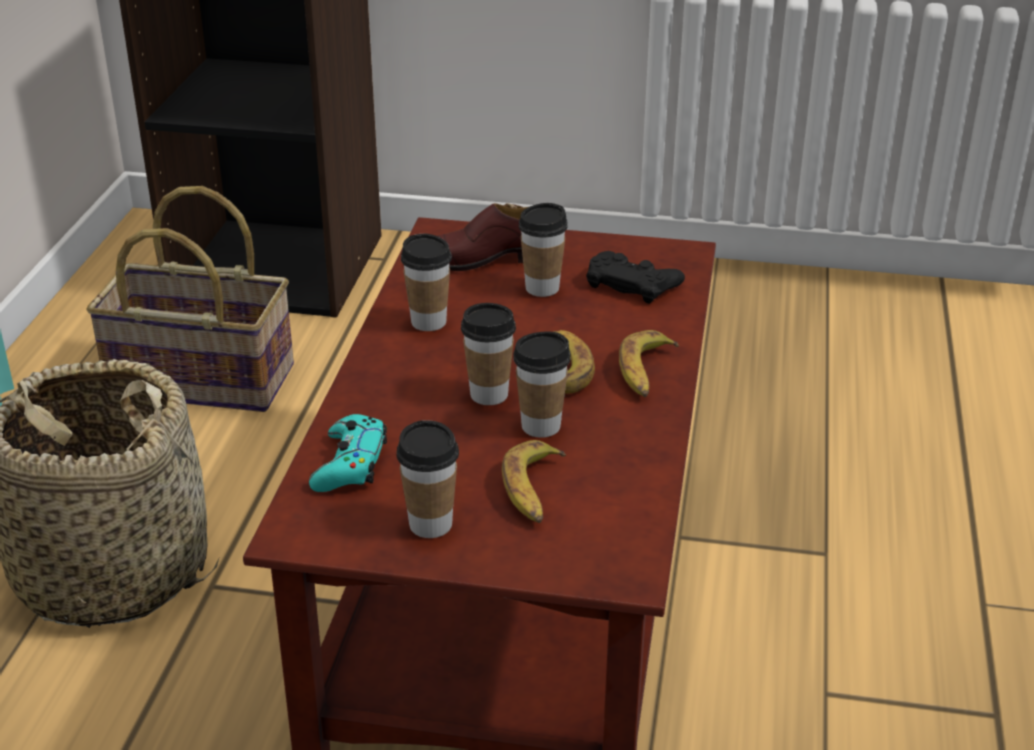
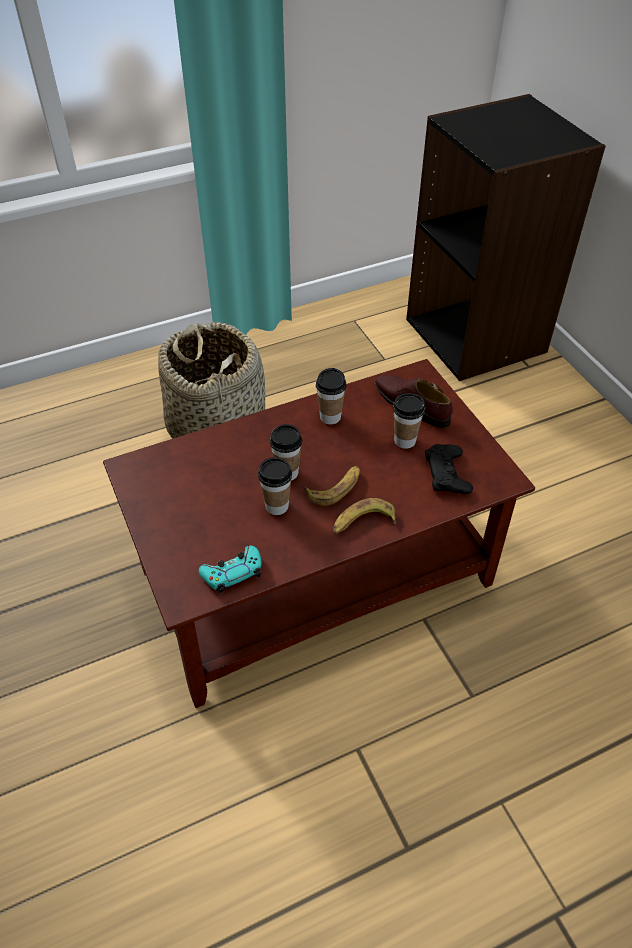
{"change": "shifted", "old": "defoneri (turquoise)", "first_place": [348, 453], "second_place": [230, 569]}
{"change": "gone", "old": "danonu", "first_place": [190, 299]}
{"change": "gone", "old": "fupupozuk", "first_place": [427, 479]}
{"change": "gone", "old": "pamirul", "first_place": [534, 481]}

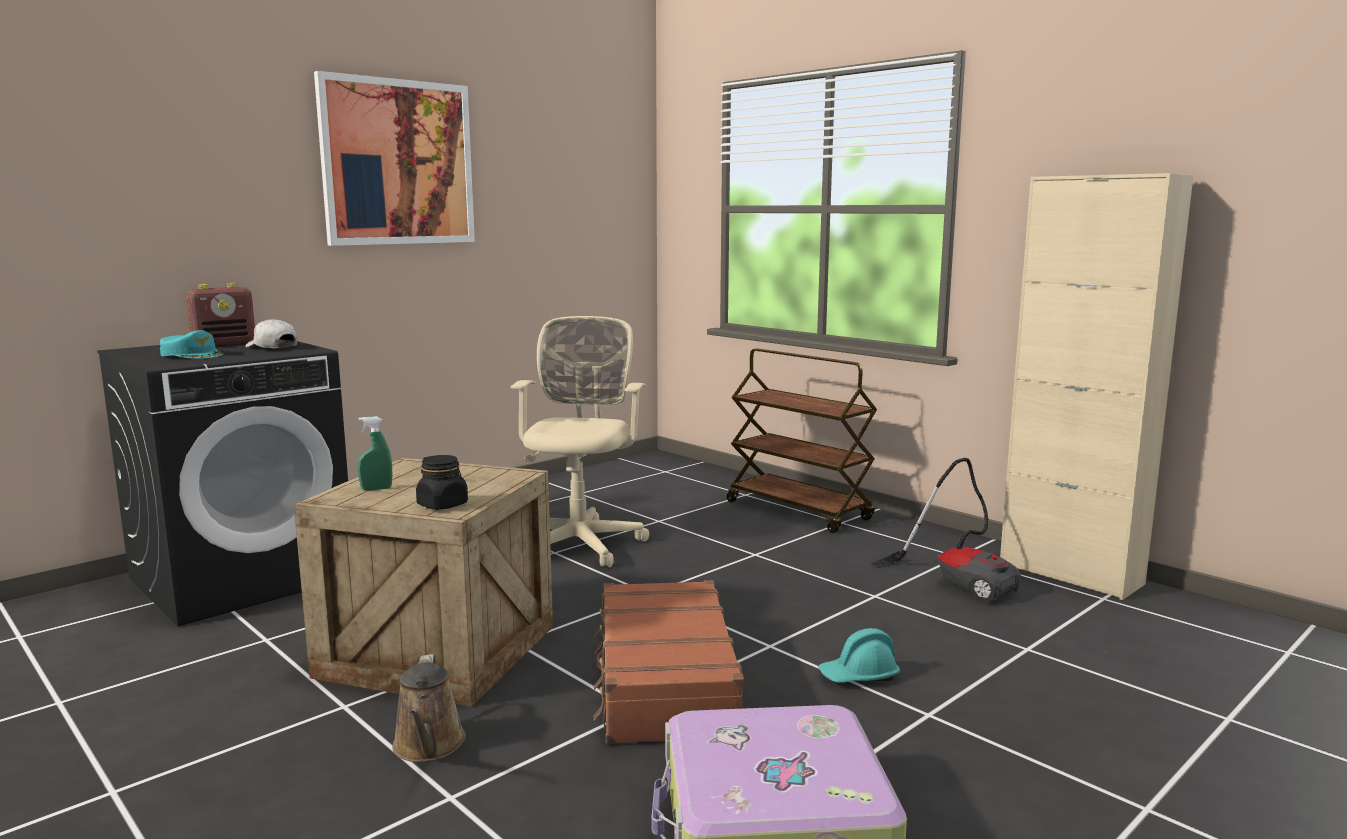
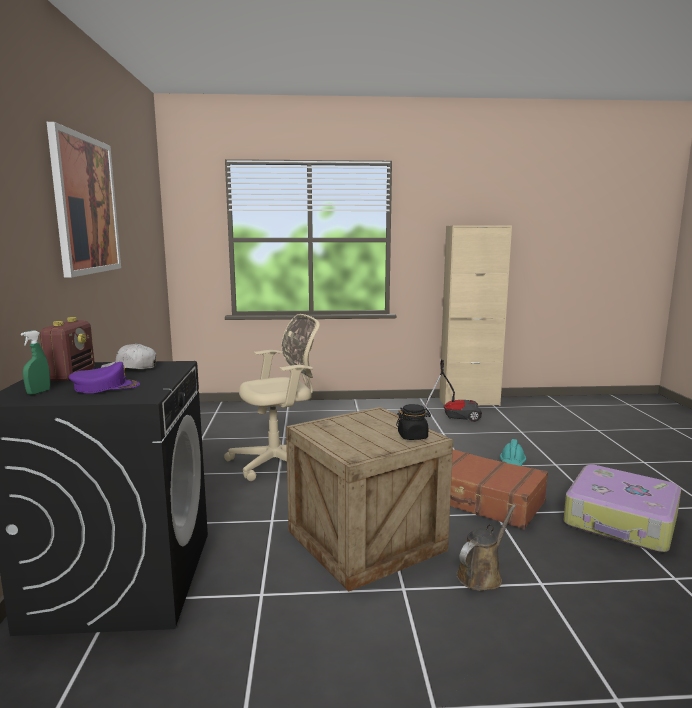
{"change": "shifted", "old": "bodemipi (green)", "first_place": [374, 453], "second_place": [35, 362]}
{"change": "repainted", "old": "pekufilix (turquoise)", "new": "pekufilix (purple)", "first_place": [192, 344], "second_place": [104, 377]}
{"change": "rotated", "old": "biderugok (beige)", "first_place": [580, 441], "second_place": [272, 397], "degrees": 105}
{"change": "rotated", "old": "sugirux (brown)", "first_place": [429, 708], "second_place": [486, 547], "degrees": -75}
{"change": "gone", "old": "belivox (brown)", "first_place": [802, 440]}

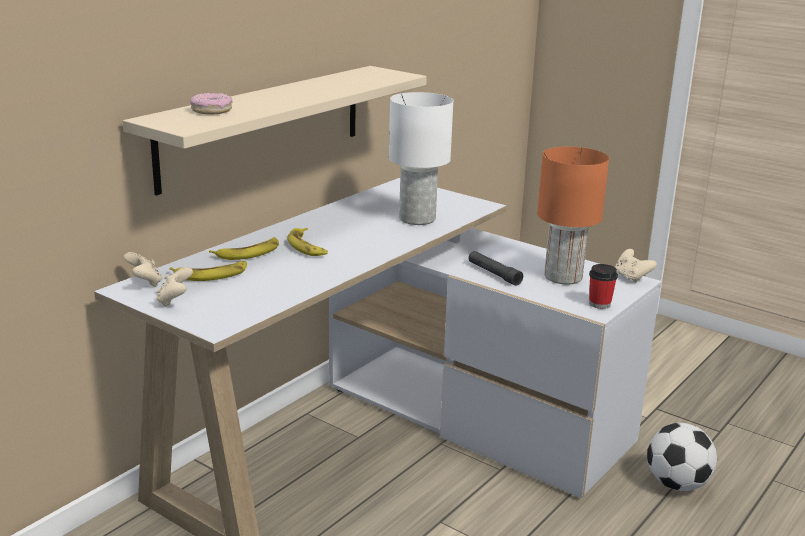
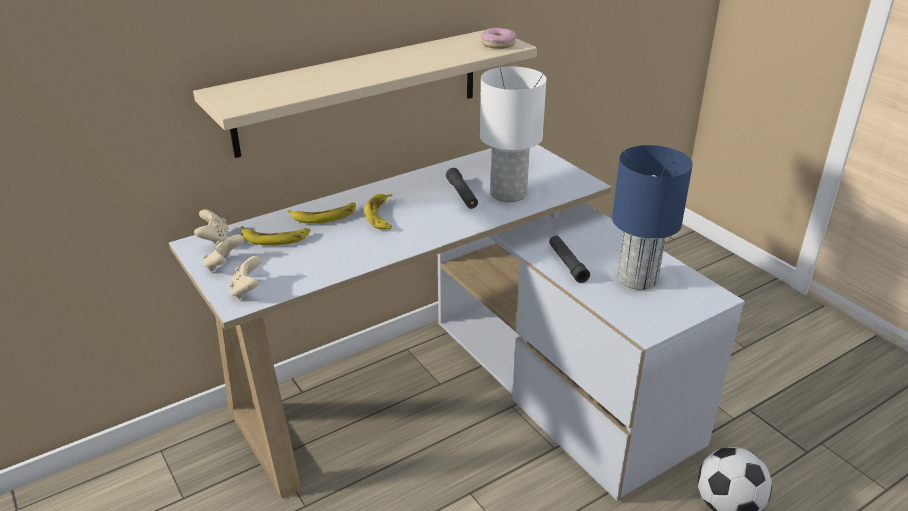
{"change": "shifted", "old": "defoneri (beige)", "first_place": [636, 266], "second_place": [246, 277]}
{"change": "new", "new": "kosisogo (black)", "second_place": [462, 188]}
{"change": "shifted", "old": "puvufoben", "first_place": [211, 103], "second_place": [499, 38]}
{"change": "repainted", "old": "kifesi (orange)", "new": "kifesi (blue)", "first_place": [573, 215], "second_place": [652, 217]}
{"change": "gone", "old": "fupupozuk", "first_place": [603, 286]}

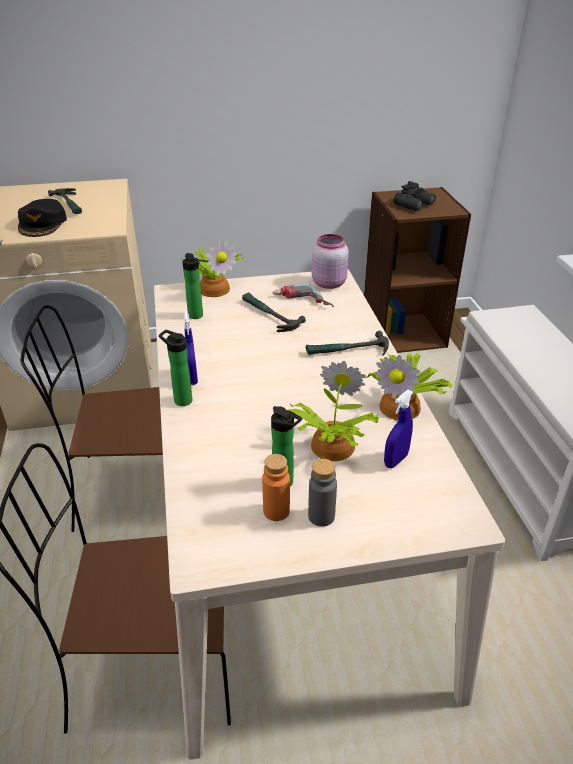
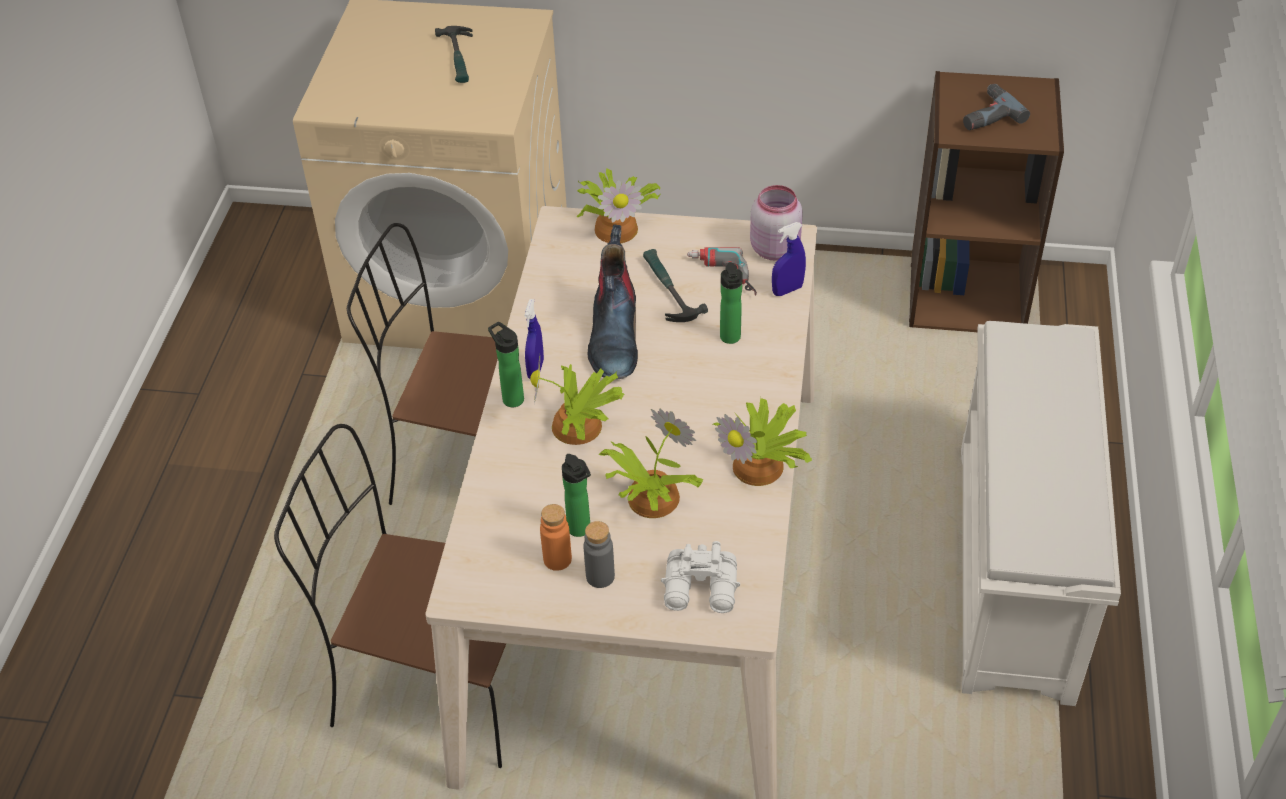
{"change": "new", "new": "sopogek", "second_place": [577, 402]}
{"change": "new", "new": "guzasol", "second_place": [613, 302]}
{"change": "new", "new": "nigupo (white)", "second_place": [700, 577]}
{"change": "shifted", "old": "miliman", "first_place": [192, 286], "second_place": [731, 303]}
{"change": "shifted", "old": "bodemipi (blue)", "first_place": [398, 429], "second_place": [789, 259]}
{"change": "swapped", "old": "nigupo (black)", "new": "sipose", "first_place": [414, 196], "second_place": [996, 107]}
{"change": "gone", "old": "pekufilix (black)", "first_place": [42, 218]}
{"change": "gone", "old": "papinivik", "first_place": [347, 343]}

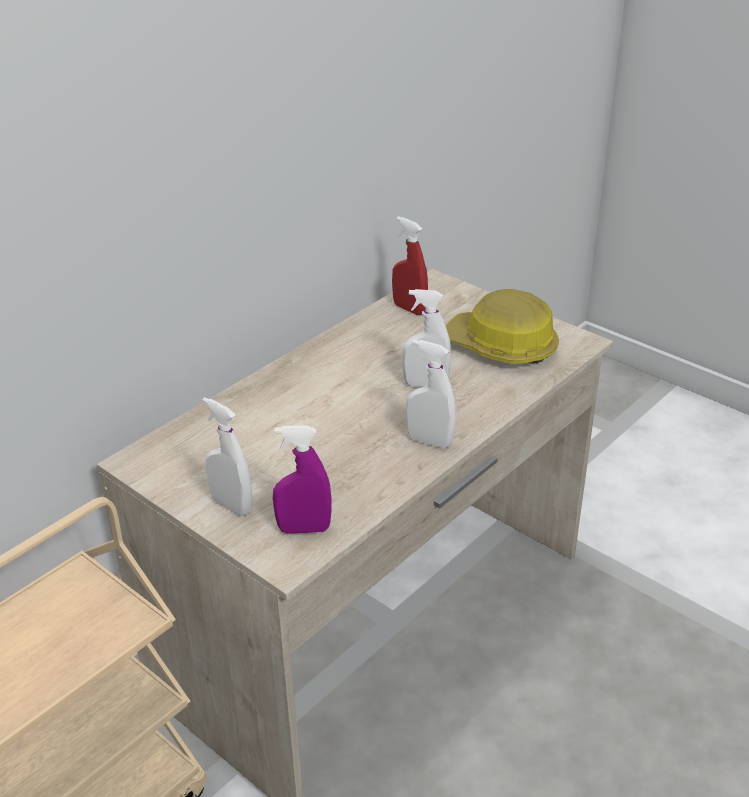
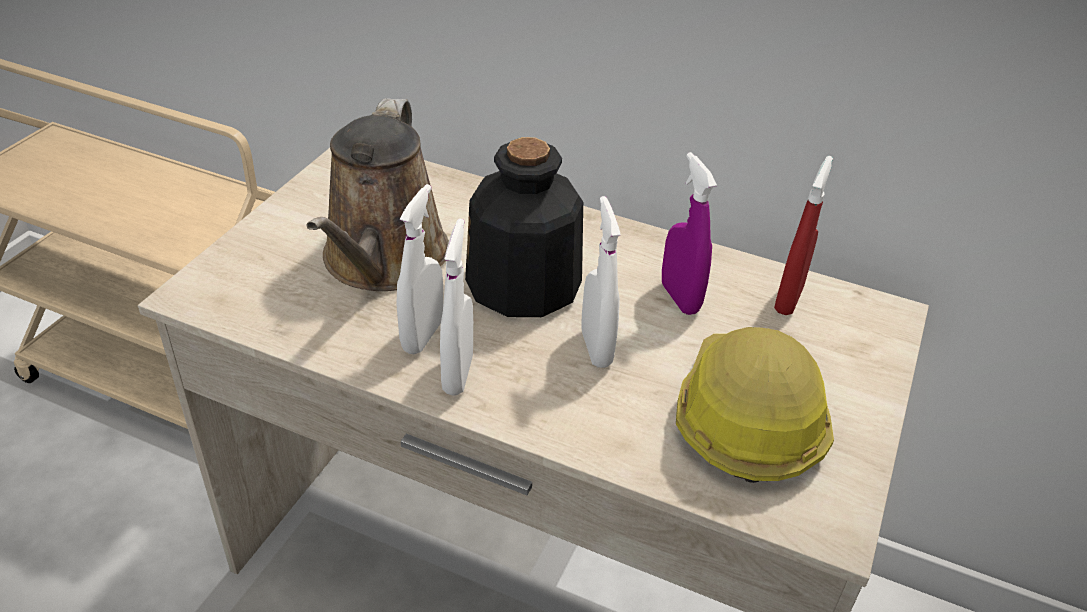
{"change": "new", "new": "sugirux (brown)", "second_place": [378, 194]}
{"change": "shifted", "old": "bodemipi (white)", "first_place": [227, 456], "second_place": [419, 269]}
{"change": "new", "new": "miliman", "second_place": [524, 227]}
{"change": "shifted", "old": "bodemipi (purple)", "first_place": [302, 479], "second_place": [689, 233]}

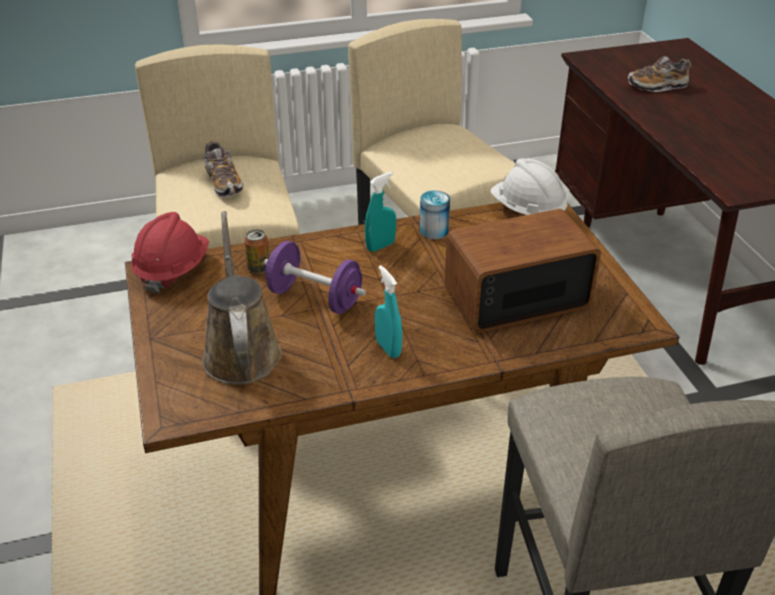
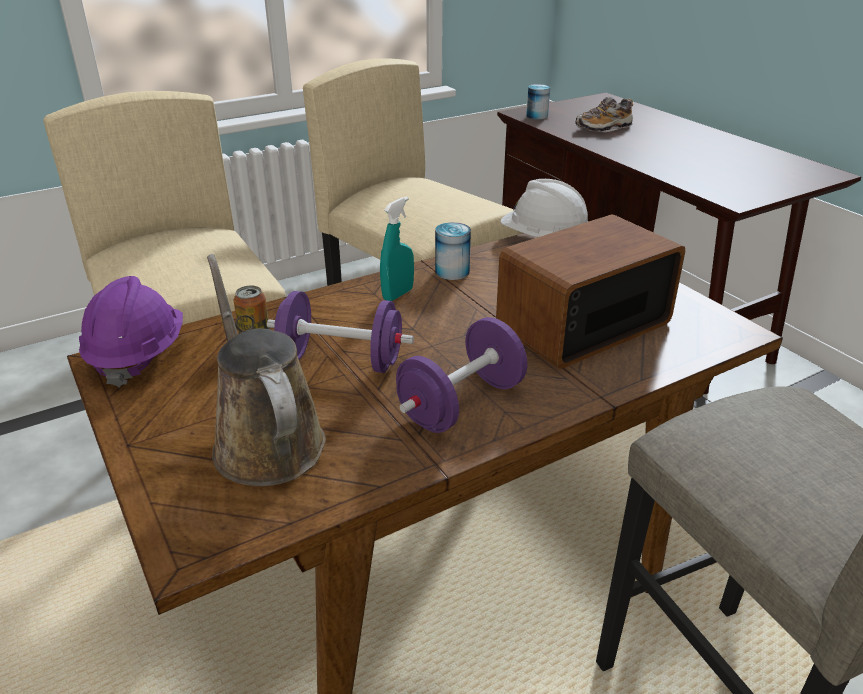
{"change": "repainted", "old": "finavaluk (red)", "new": "finavaluk (purple)", "first_place": [170, 253], "second_place": [131, 331]}
{"change": "swapped", "old": "bodemipi (turquoise)", "new": "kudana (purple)", "first_place": [388, 311], "second_place": [461, 375]}
{"change": "new", "new": "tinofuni", "second_place": [538, 102]}
{"change": "gone", "old": "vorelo", "first_place": [223, 169]}

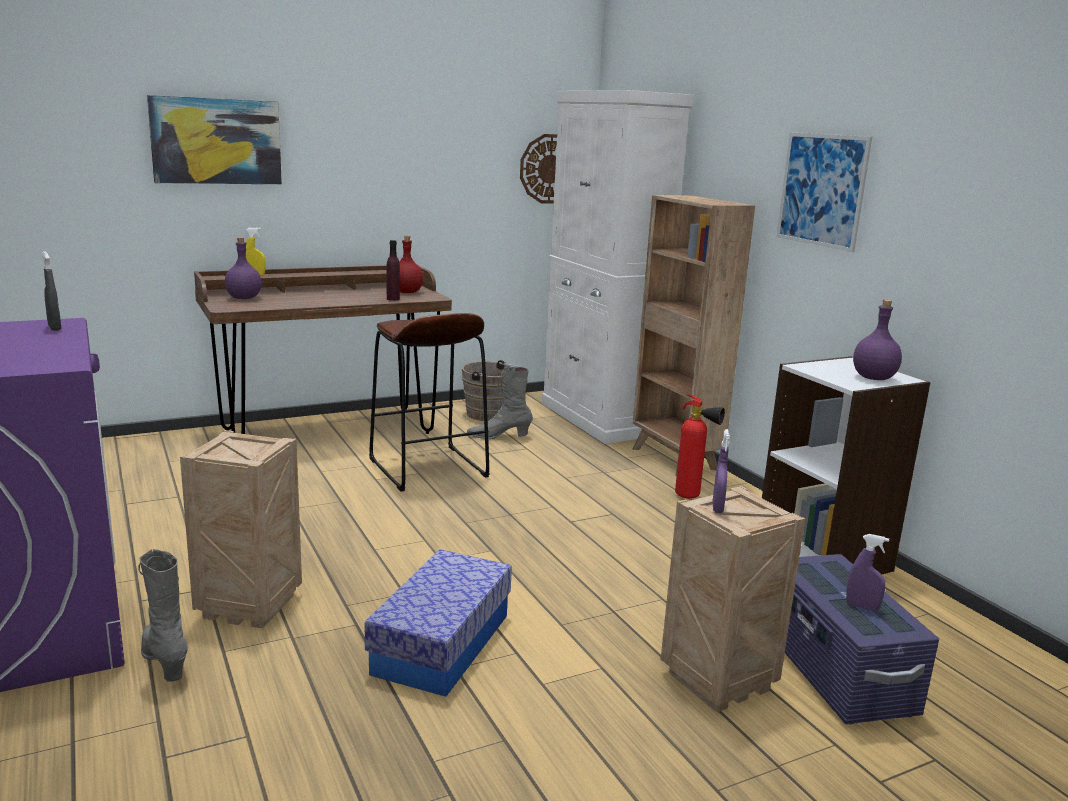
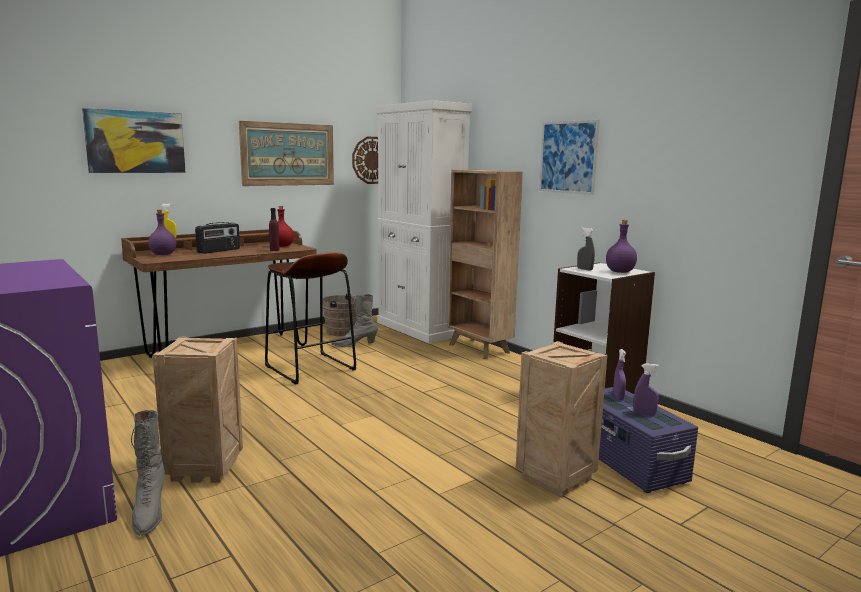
{"change": "rotated", "old": "guzasol (grey)", "first_place": [163, 615], "second_place": [148, 473], "degrees": -150}
{"change": "new", "new": "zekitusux", "second_place": [217, 238]}
{"change": "new", "new": "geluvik", "second_place": [286, 153]}
{"change": "shifted", "old": "bodemipi (grey)", "first_place": [52, 291], "second_place": [586, 249]}
{"change": "shifted", "old": "bodemipi (purple)", "first_place": [721, 471], "second_place": [619, 374]}
{"change": "gone", "old": "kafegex", "first_place": [438, 623]}
{"change": "gone", "old": "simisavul", "first_place": [700, 447]}

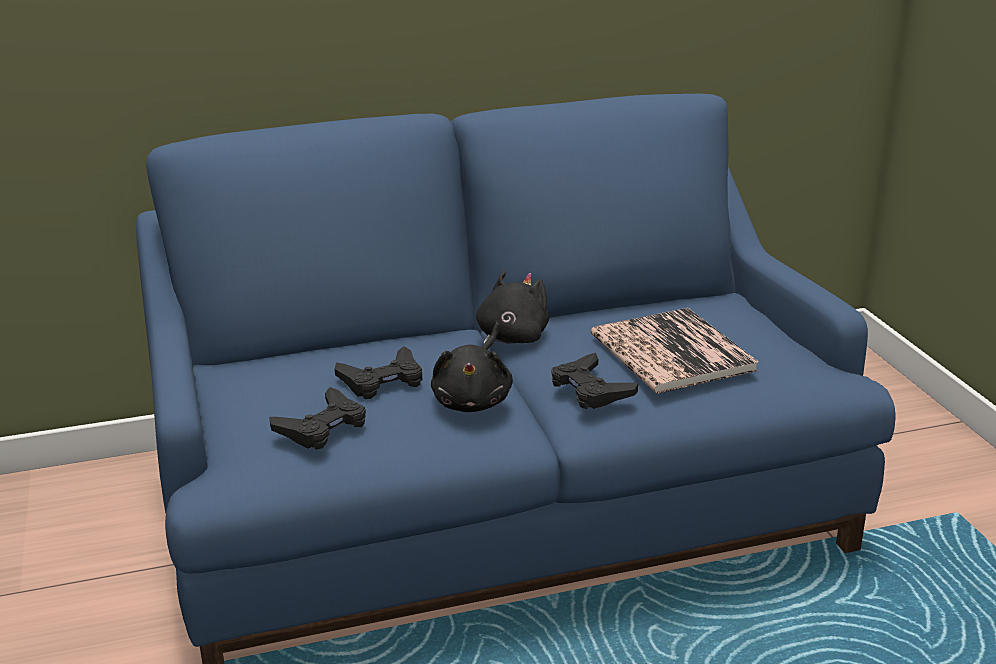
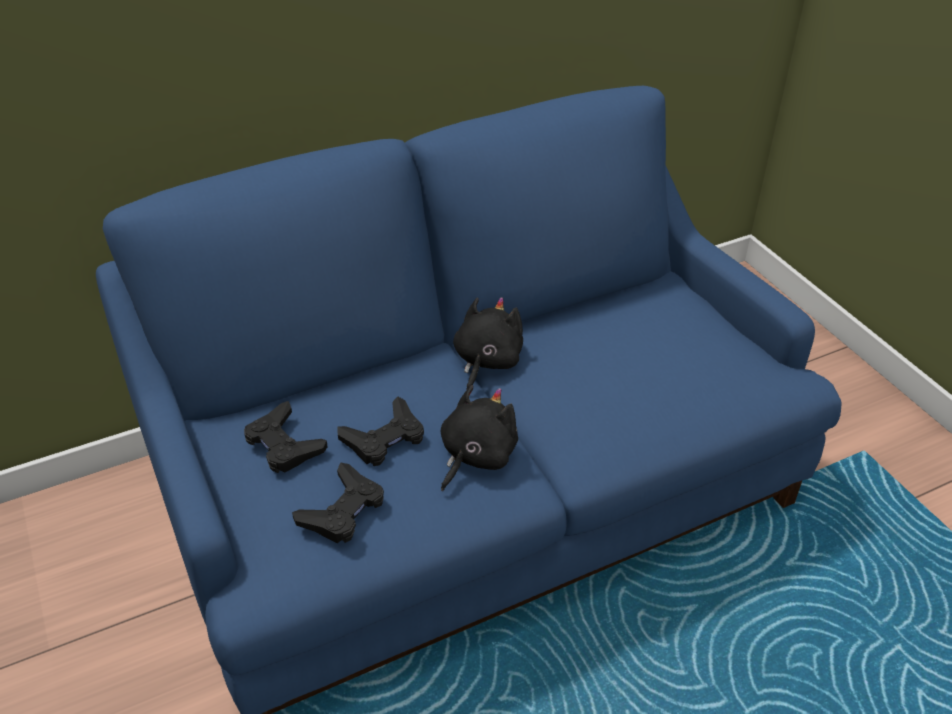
{"change": "shifted", "old": "defoneri (black)", "first_place": [594, 381], "second_place": [286, 437]}
{"change": "rotated", "old": "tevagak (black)", "first_place": [472, 378], "second_place": [479, 438], "degrees": -135}
{"change": "gone", "old": "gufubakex", "first_place": [675, 351]}

